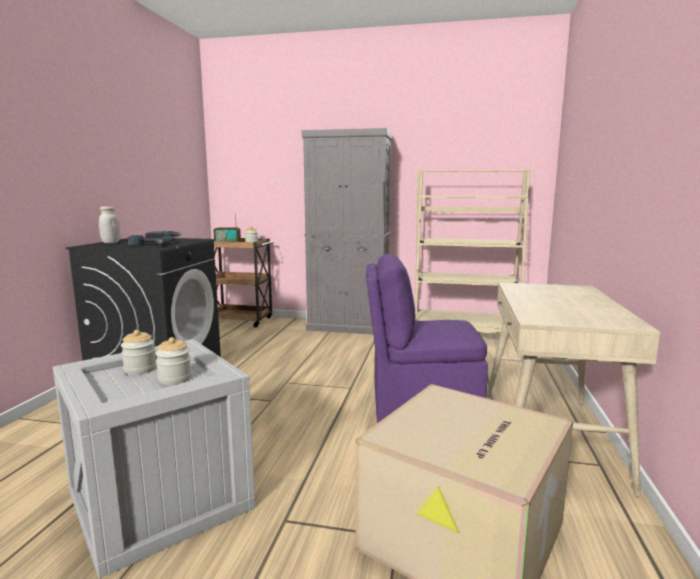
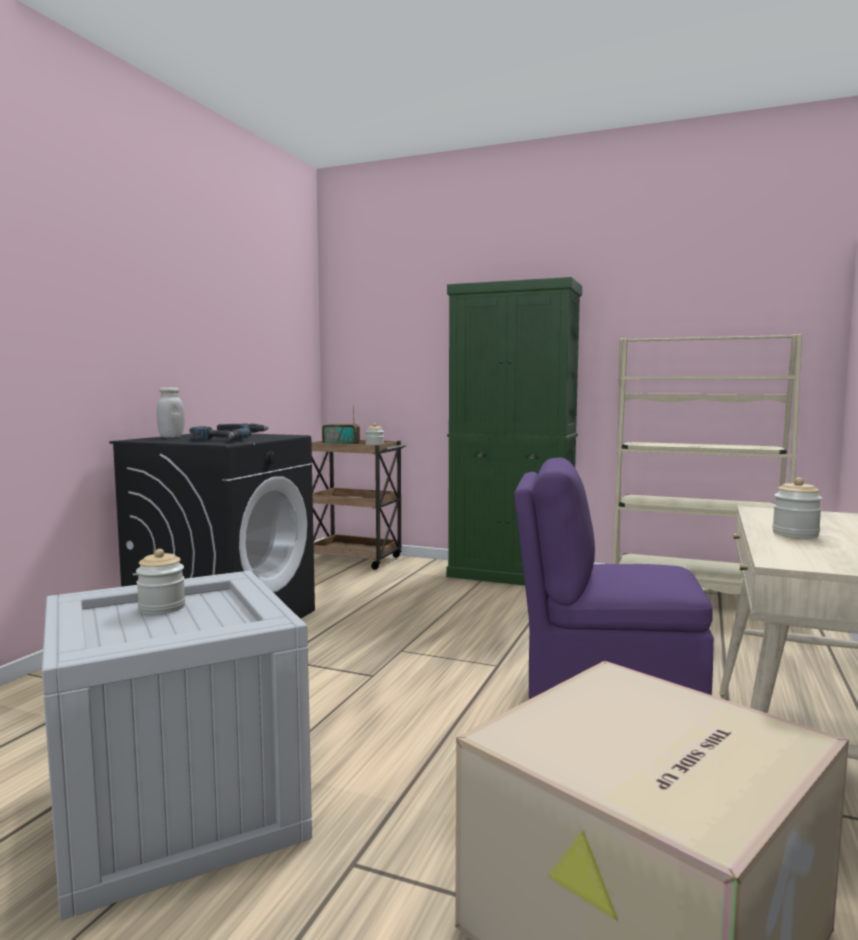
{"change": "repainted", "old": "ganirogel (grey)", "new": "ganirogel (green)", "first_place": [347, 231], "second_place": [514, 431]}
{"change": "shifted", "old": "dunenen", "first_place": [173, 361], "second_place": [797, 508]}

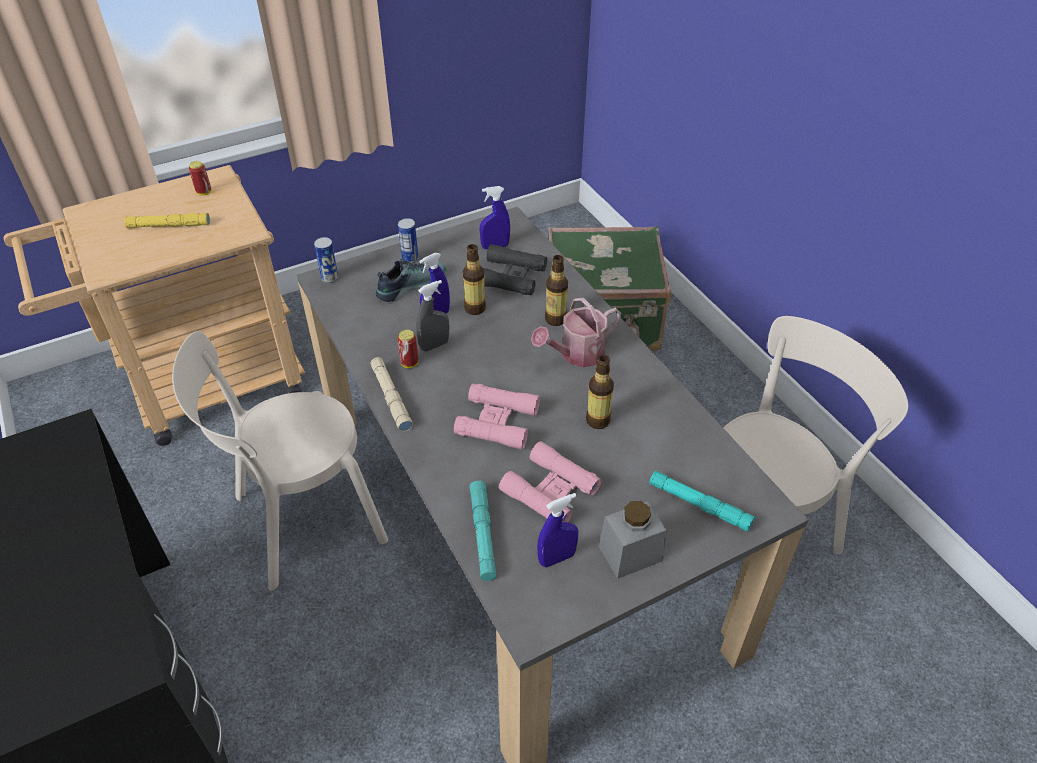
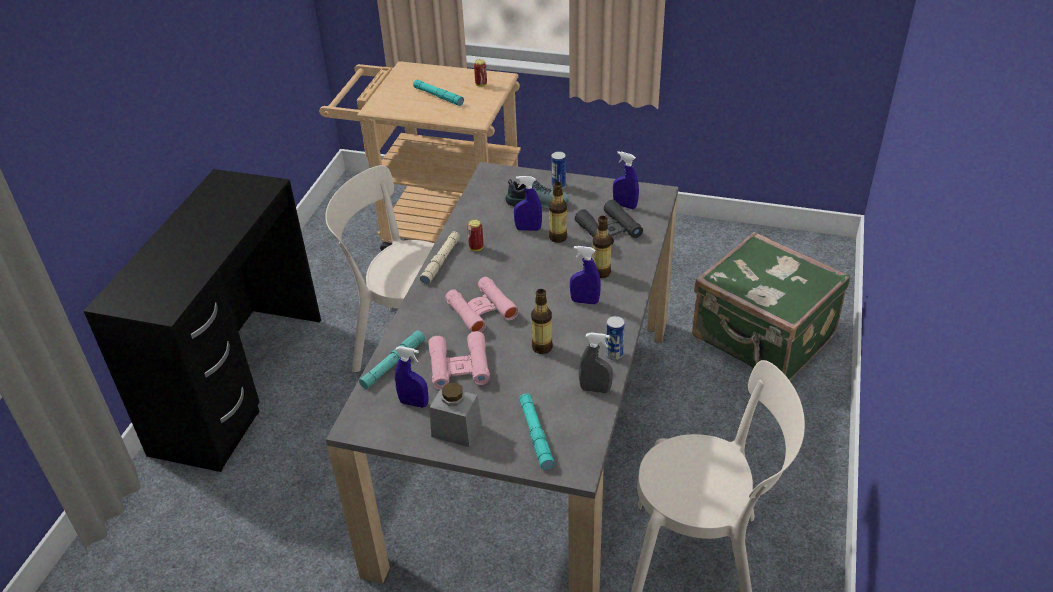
{"change": "repainted", "old": "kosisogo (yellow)", "new": "kosisogo (turquoise)", "first_place": [167, 220], "second_place": [438, 92]}
{"change": "swapped", "old": "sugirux", "new": "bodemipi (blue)", "first_place": [576, 332], "second_place": [585, 275]}
{"change": "shifted", "old": "bodemipi (grey)", "first_place": [432, 315], "second_place": [596, 363]}
{"change": "shifted", "old": "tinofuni", "first_place": [326, 260], "second_place": [615, 338]}

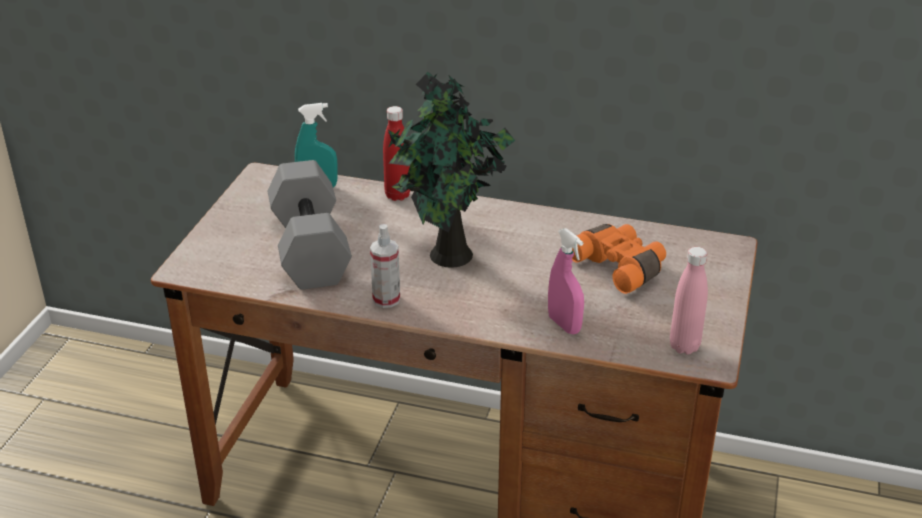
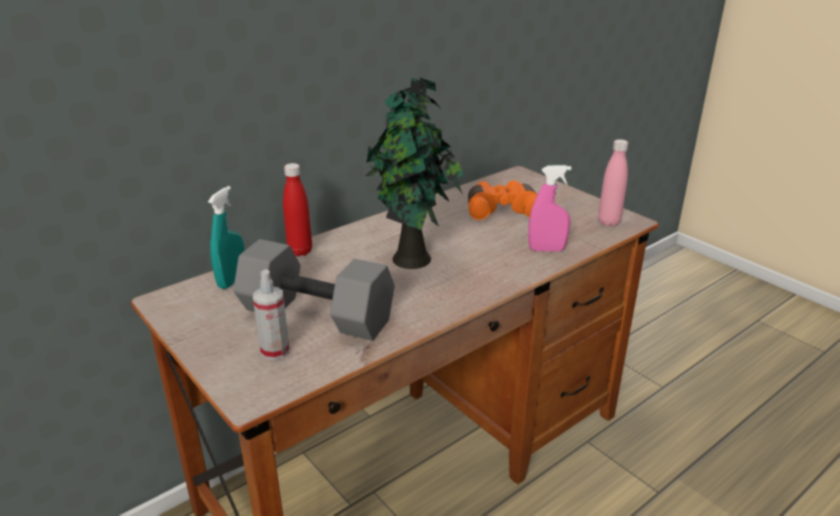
{"change": "shifted", "old": "bodemipi", "first_place": [385, 266], "second_place": [271, 314]}

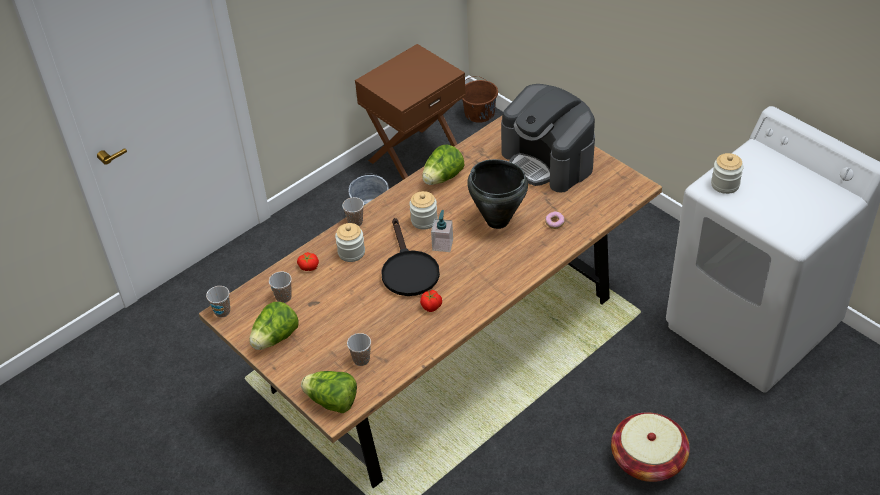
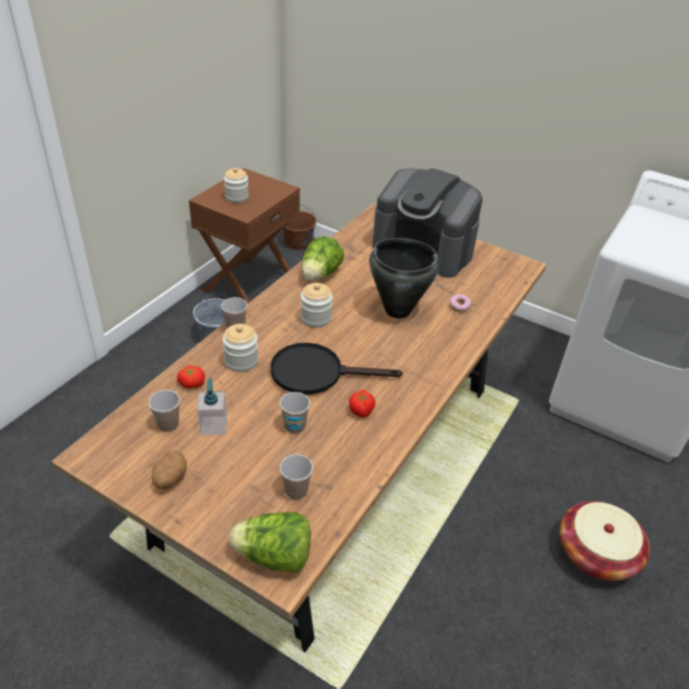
{"change": "swapped", "old": "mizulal", "new": "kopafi", "first_place": [273, 326], "second_place": [169, 470]}
{"change": "shifted", "old": "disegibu", "first_place": [442, 231], "second_place": [212, 406]}
{"change": "shifted", "old": "dunenen", "first_place": [727, 173], "second_place": [236, 185]}
{"change": "rotated", "old": "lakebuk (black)", "first_place": [410, 257], "second_place": [336, 369], "degrees": 120}
{"change": "shifted", "old": "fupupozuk", "first_place": [218, 301], "second_place": [295, 413]}

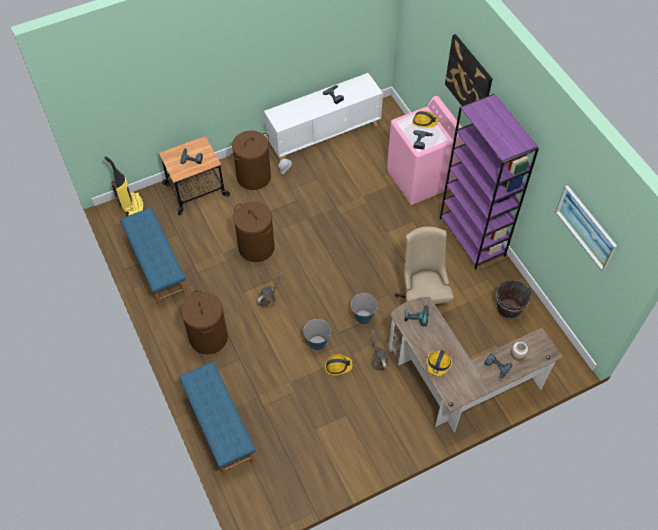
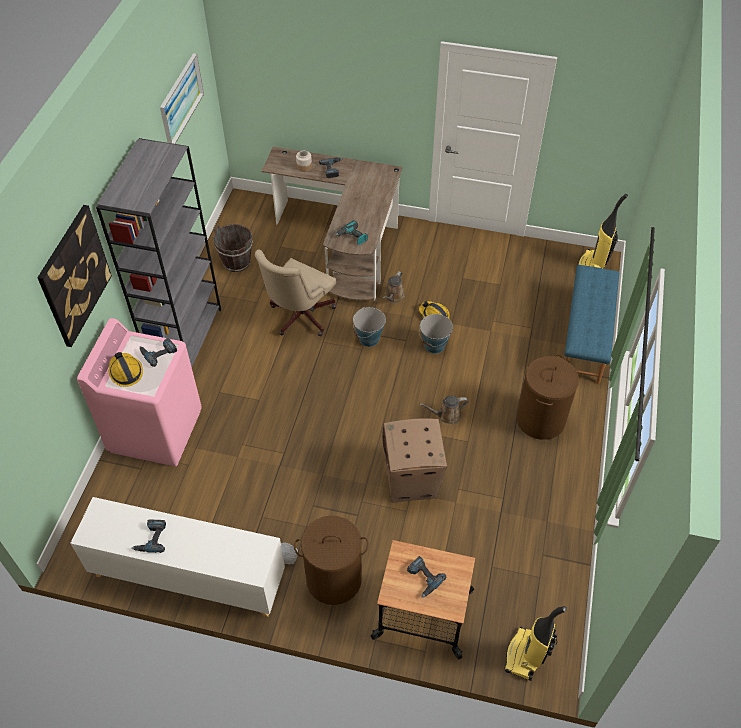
{"change": "repainted", "old": "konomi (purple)", "new": "konomi (grey)", "first_place": [489, 182], "second_place": [158, 252]}
{"change": "swapped", "old": "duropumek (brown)", "new": "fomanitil", "first_place": [254, 231], "second_place": [414, 460]}
{"change": "new", "new": "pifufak", "second_place": [603, 231]}
{"change": "gone", "old": "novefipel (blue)", "first_place": [153, 257]}
{"change": "gone", "old": "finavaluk", "first_place": [439, 363]}

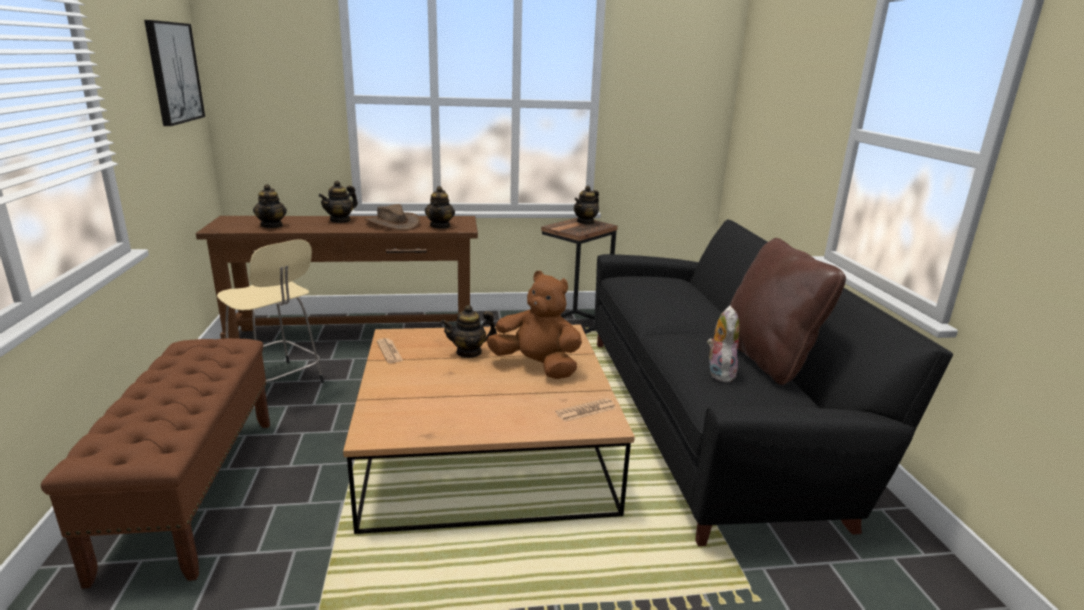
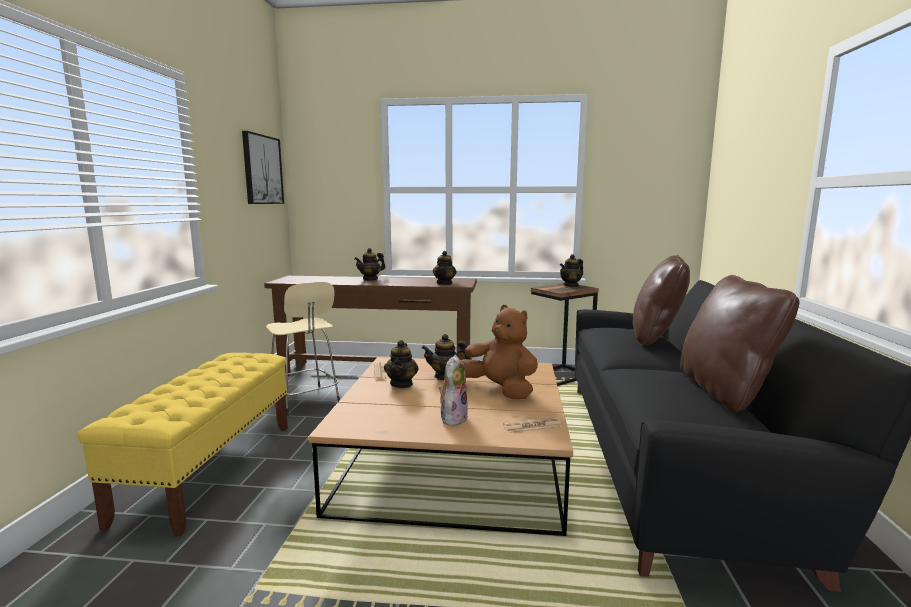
{"change": "repainted", "old": "novefipel (brown)", "new": "novefipel (yellow)", "first_place": [155, 463], "second_place": [182, 444]}
{"change": "shifted", "old": "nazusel", "first_place": [270, 206], "second_place": [401, 364]}
{"change": "shifted", "old": "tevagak", "first_place": [723, 344], "second_place": [453, 390]}
{"change": "new", "new": "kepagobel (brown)", "second_place": [661, 300]}
{"change": "gone", "old": "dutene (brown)", "first_place": [392, 217]}

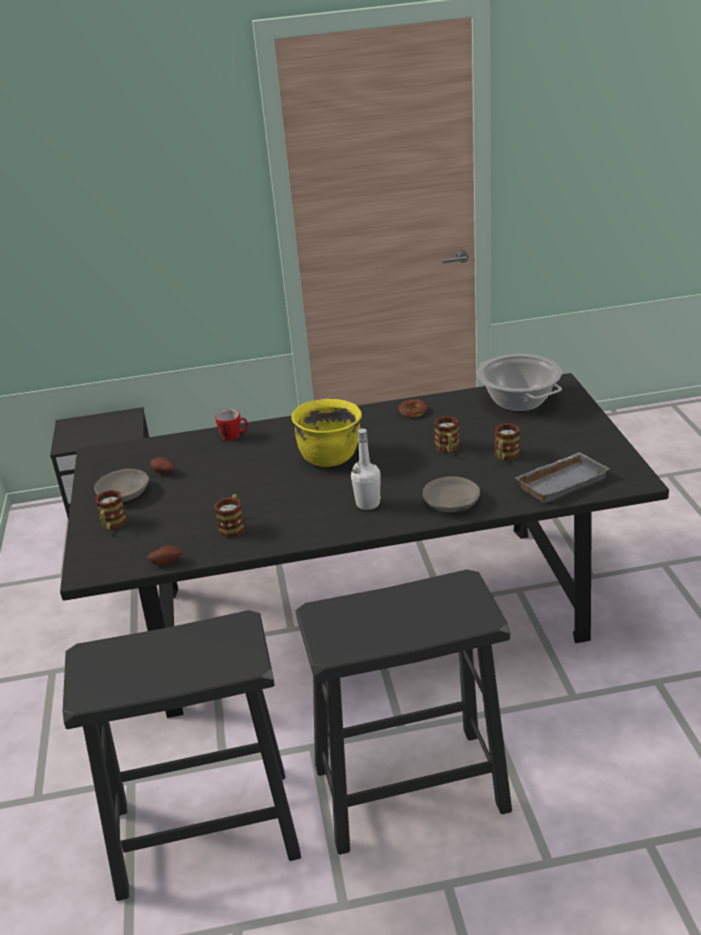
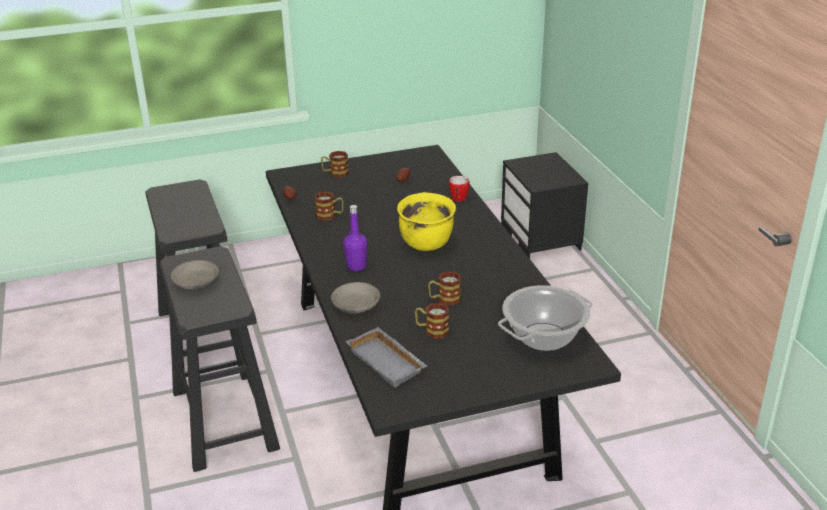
{"change": "shifted", "old": "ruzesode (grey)", "first_place": [121, 485], "second_place": [195, 274]}
{"change": "repainted", "old": "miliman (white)", "new": "miliman (purple)", "first_place": [366, 469], "second_place": [355, 238]}
{"change": "gone", "old": "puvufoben", "first_place": [413, 408]}

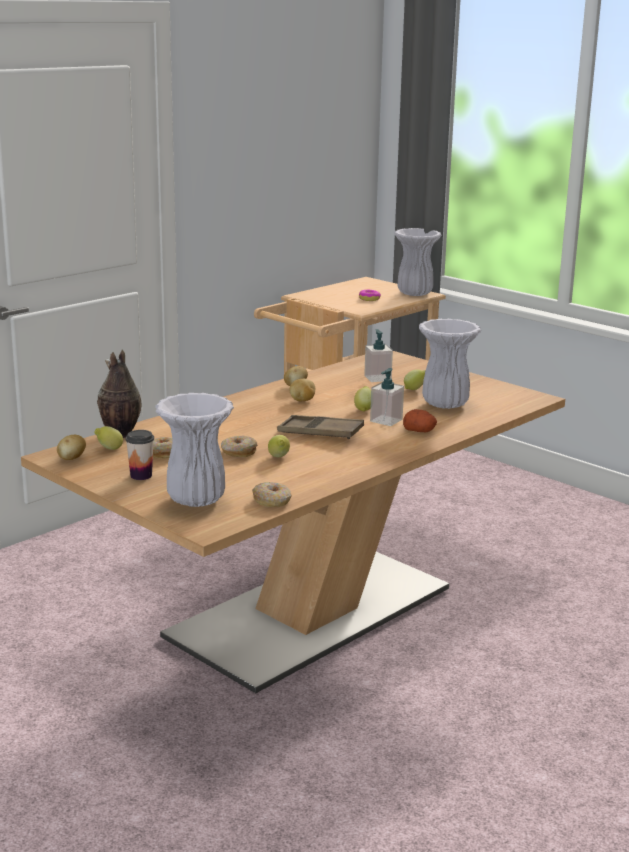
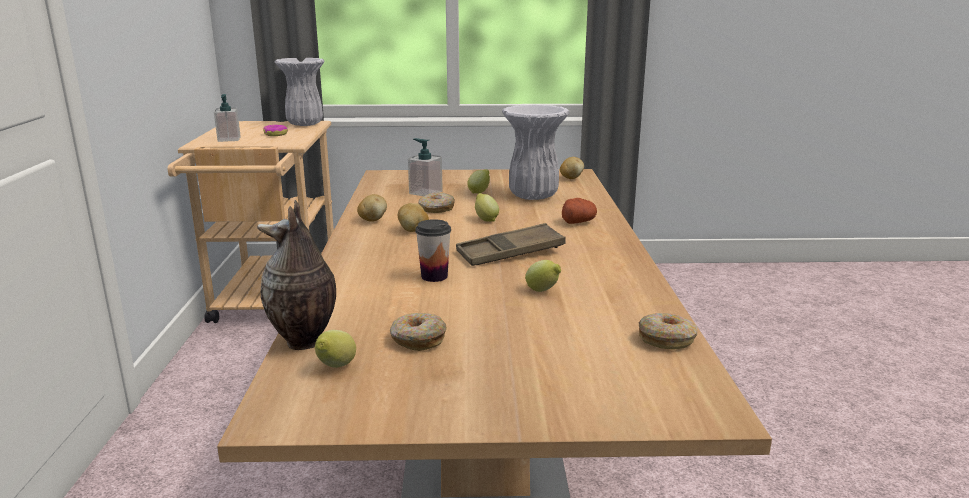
{"change": "shifted", "old": "disegibu", "first_place": [387, 397], "second_place": [227, 118]}
{"change": "shifted", "old": "fupupozuk", "first_place": [139, 455], "second_place": [433, 250]}
{"change": "shifted", "old": "puvufoben", "first_place": [239, 446], "second_place": [436, 203]}
{"change": "shifted", "old": "kopafi", "first_place": [71, 447], "second_place": [572, 168]}
{"change": "gone", "old": "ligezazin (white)", "first_place": [194, 450]}

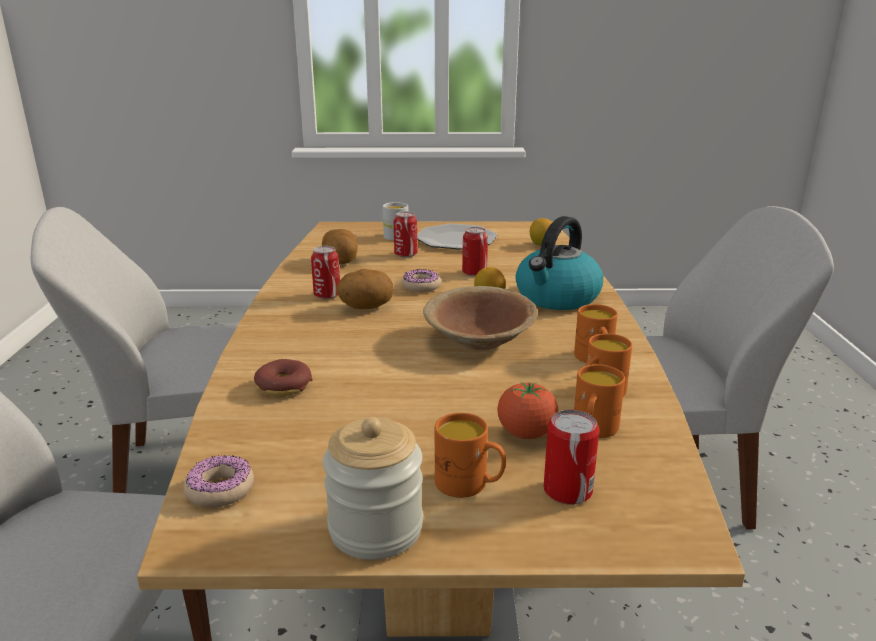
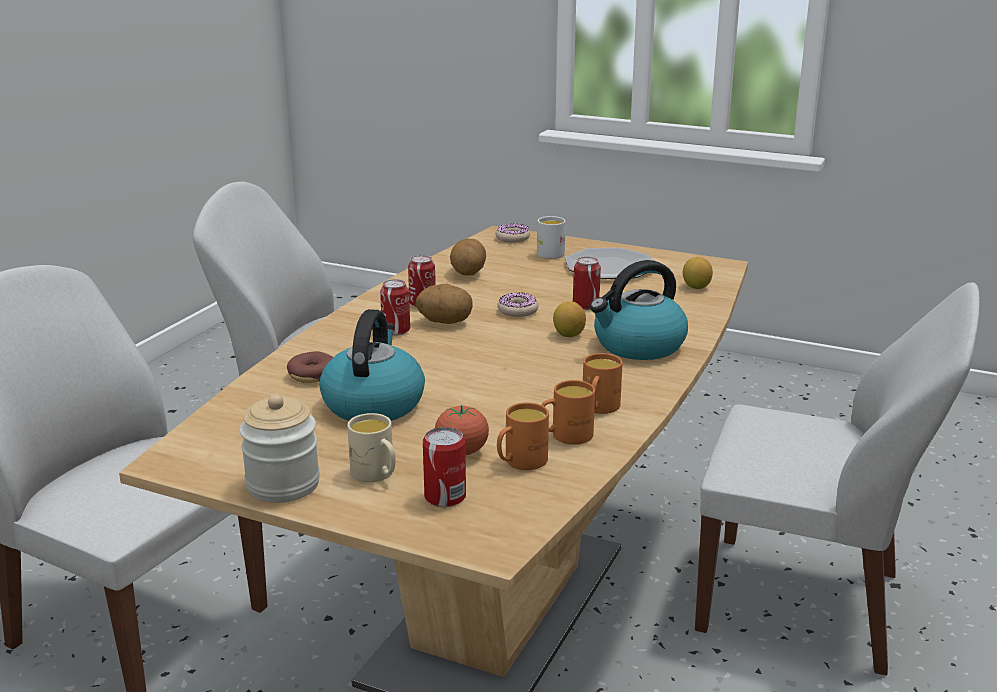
{"change": "new", "new": "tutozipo", "second_place": [372, 365]}
{"change": "repainted", "old": "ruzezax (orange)", "new": "ruzezax (beige)", "first_place": [470, 455], "second_place": [371, 447]}
{"change": "shifted", "old": "tinofuni", "first_place": [405, 234], "second_place": [395, 307]}
{"change": "shifted", "old": "puvufoben", "first_place": [218, 481], "second_place": [512, 233]}
{"change": "gone", "old": "ruzesode (brown)", "first_place": [480, 318]}

